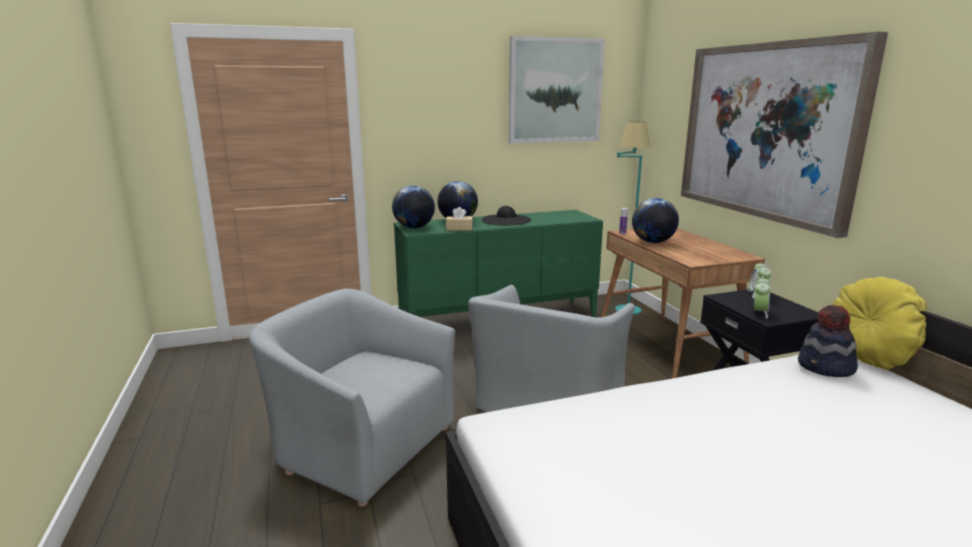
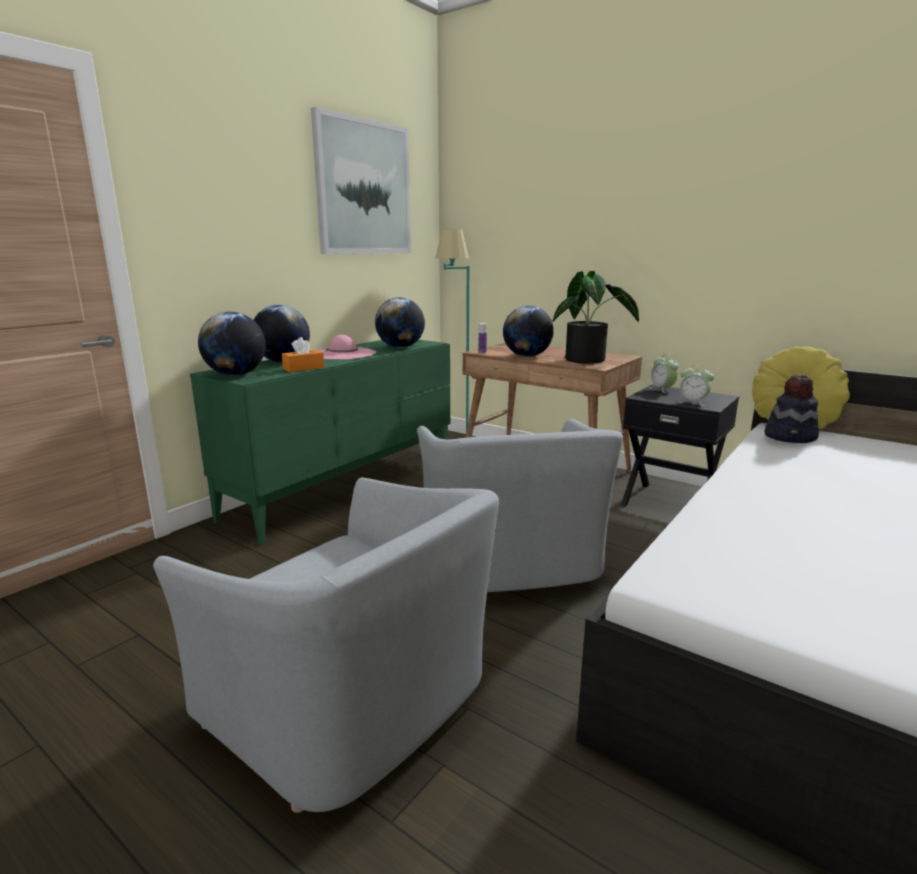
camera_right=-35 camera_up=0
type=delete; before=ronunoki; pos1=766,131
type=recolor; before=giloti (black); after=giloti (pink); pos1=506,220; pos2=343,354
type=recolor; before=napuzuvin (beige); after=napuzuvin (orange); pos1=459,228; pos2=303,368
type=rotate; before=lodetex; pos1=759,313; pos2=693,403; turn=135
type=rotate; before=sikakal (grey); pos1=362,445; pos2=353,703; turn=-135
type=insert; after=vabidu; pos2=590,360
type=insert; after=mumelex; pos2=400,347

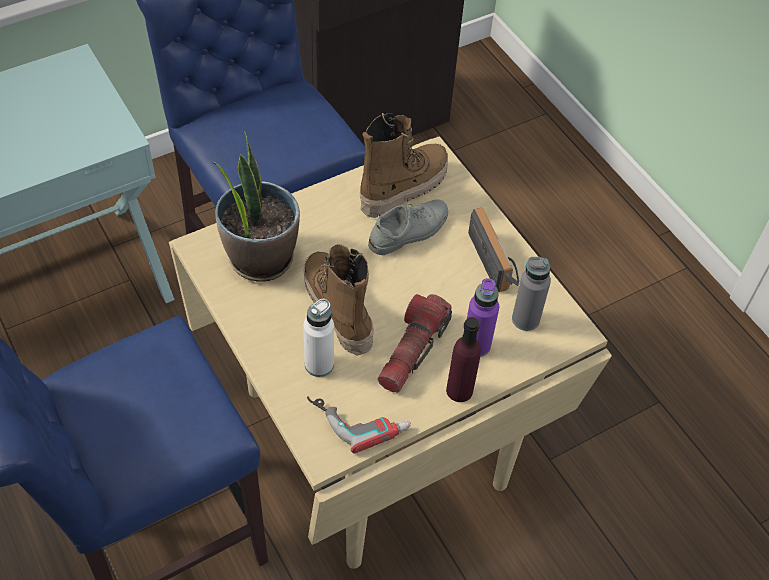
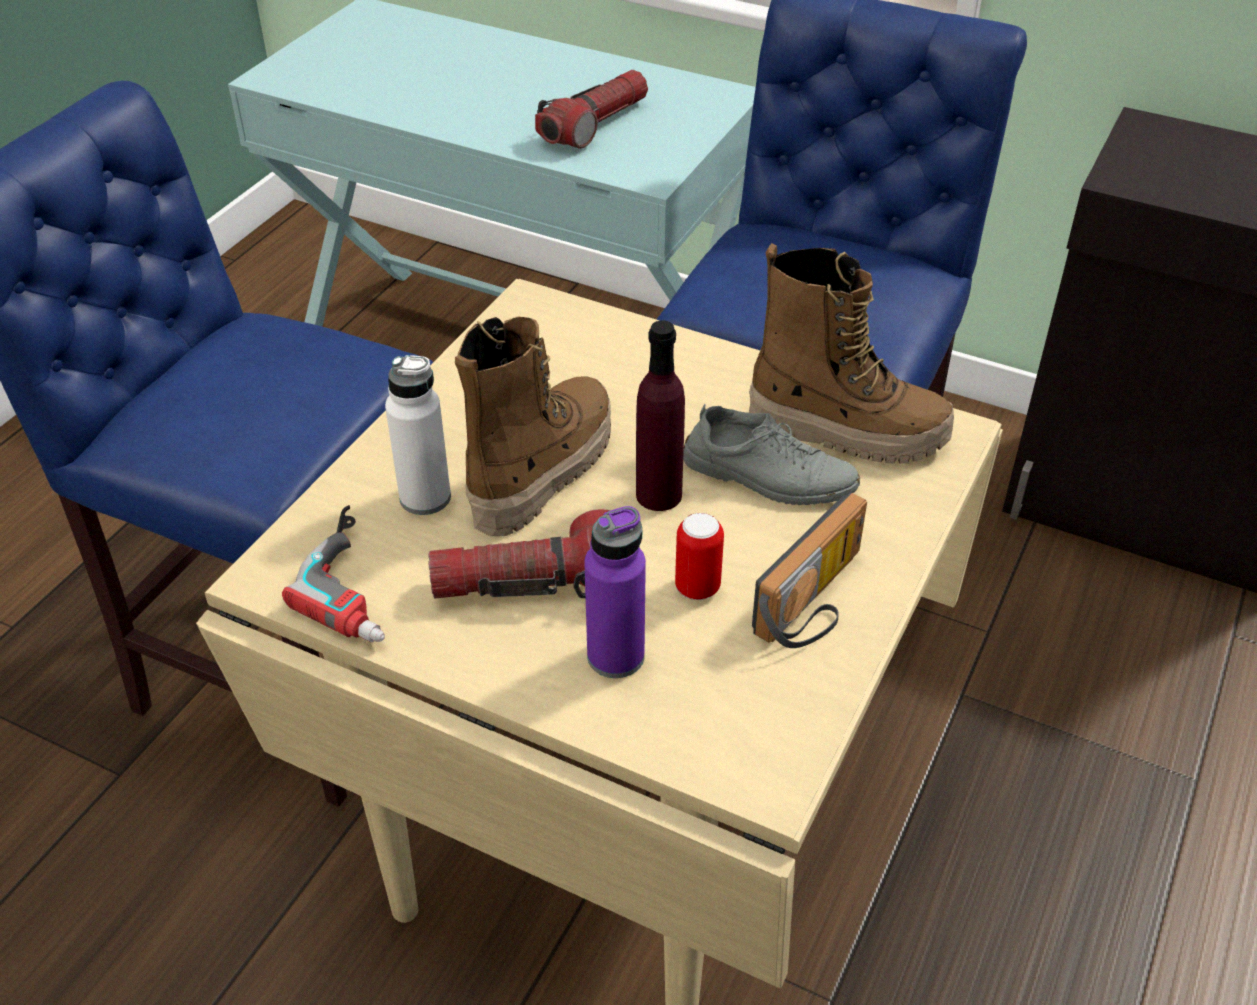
camera_right=60 camera_up=-10
type=delete; before=vabidu; pos1=260,257
type=delete; before=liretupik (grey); pos1=525,319
type=move; before=liretupik (purple); pos1=459,390; pos2=658,495
type=insert; after=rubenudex; pos2=594,125
type=insert; after=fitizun; pos2=697,587

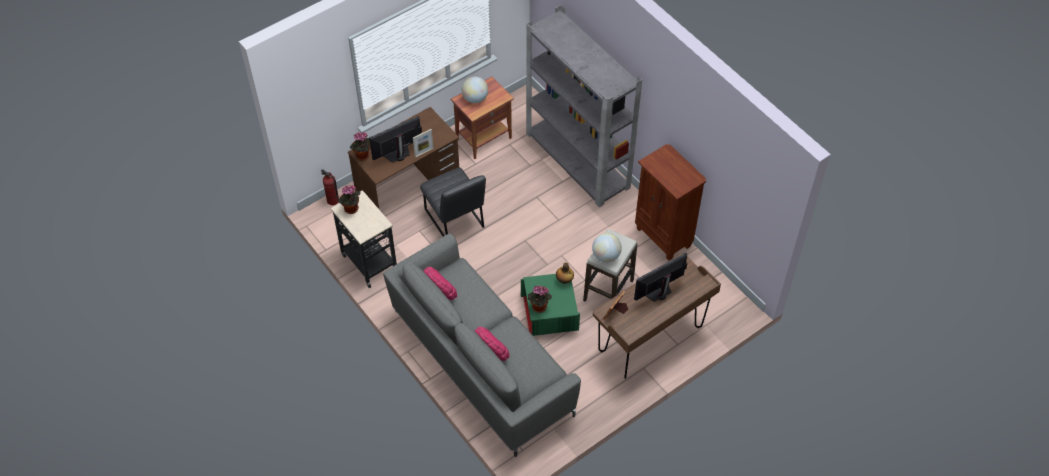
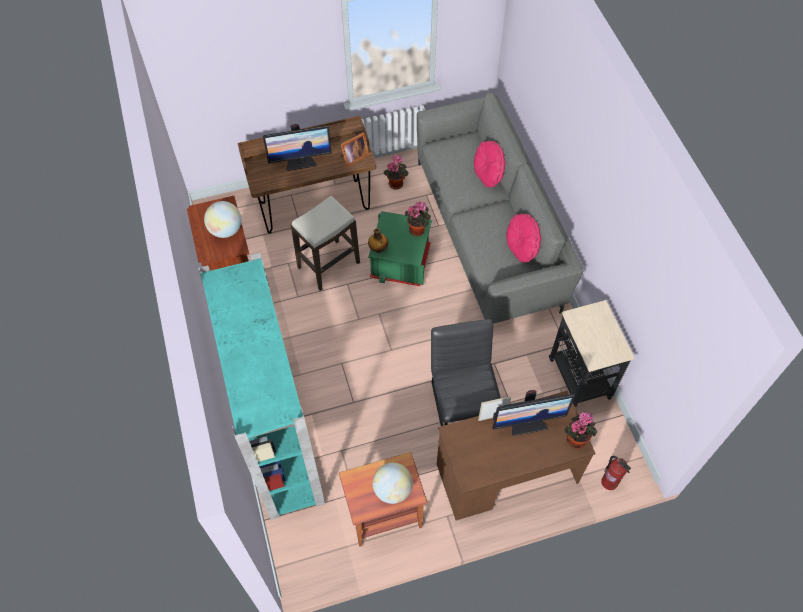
camera_right=-160 camera_up=5
type=recolor; before=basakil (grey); after=basakil (turquoise); pos1=577,160; pos2=279,438
type=move; before=vabidu; pos1=351,210; pos2=396,183
type=move; before=mumelex; pos1=606,256; pos2=226,230

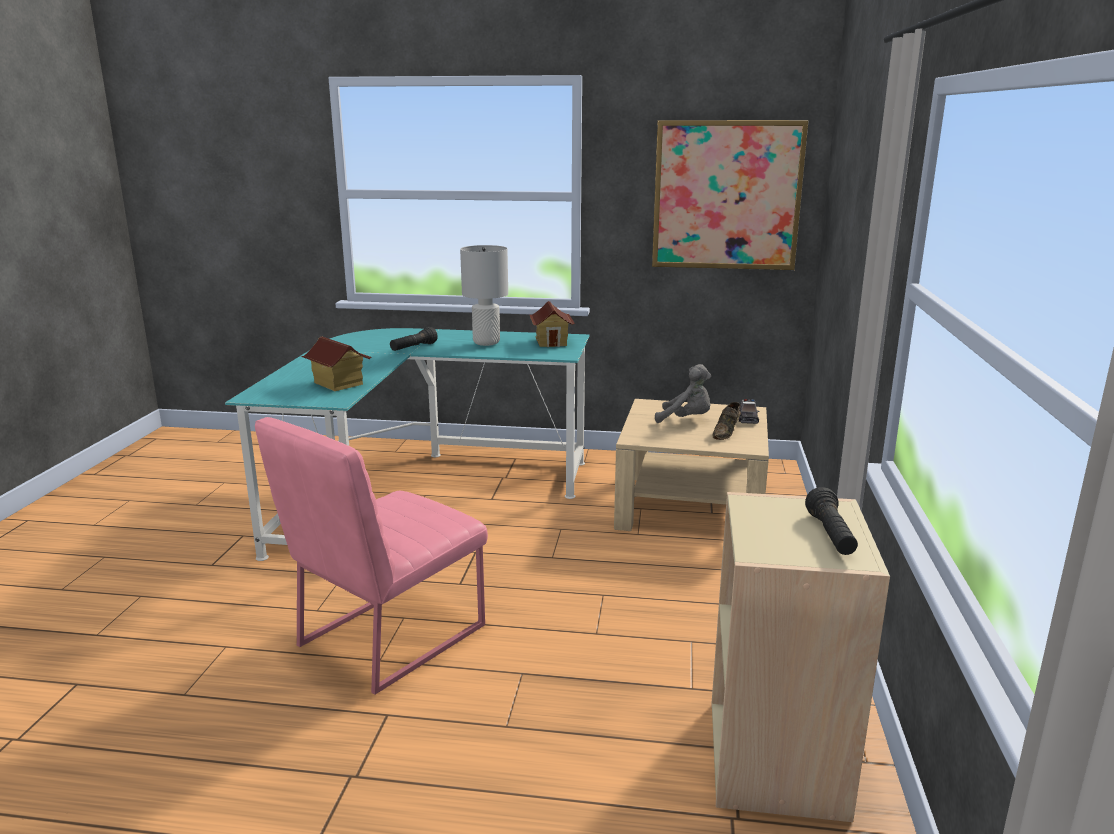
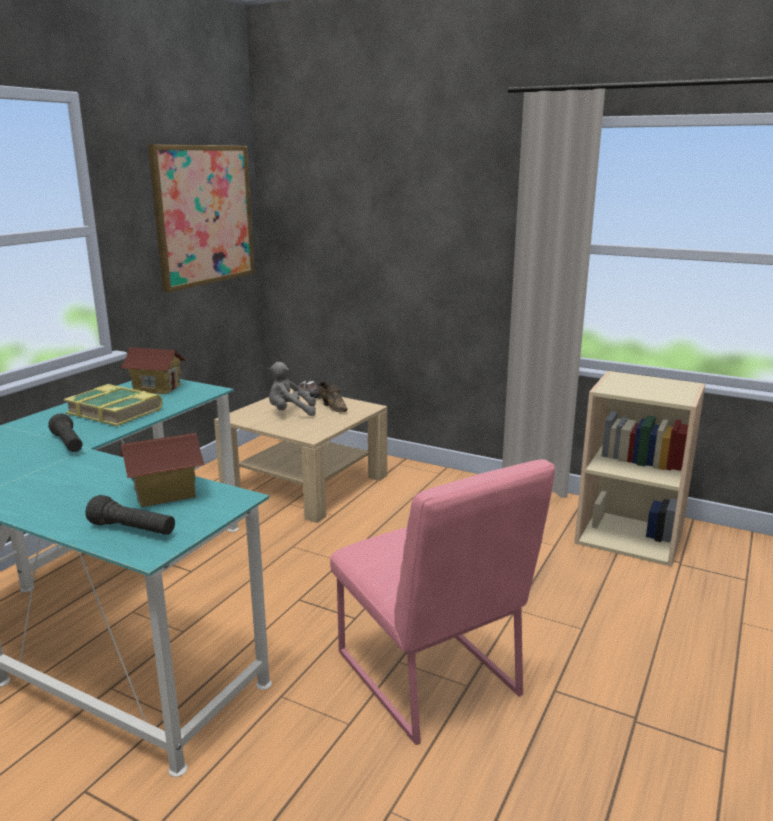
camera_right=-70 camera_up=0
type=replace; before=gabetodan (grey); after=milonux; pos1=486,344; pos2=115,411
type=rotate; before=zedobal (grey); pos1=686,420; pos2=290,412; turn=-135
type=move; before=rubenudex (black); pos1=831,536; pos2=133,530

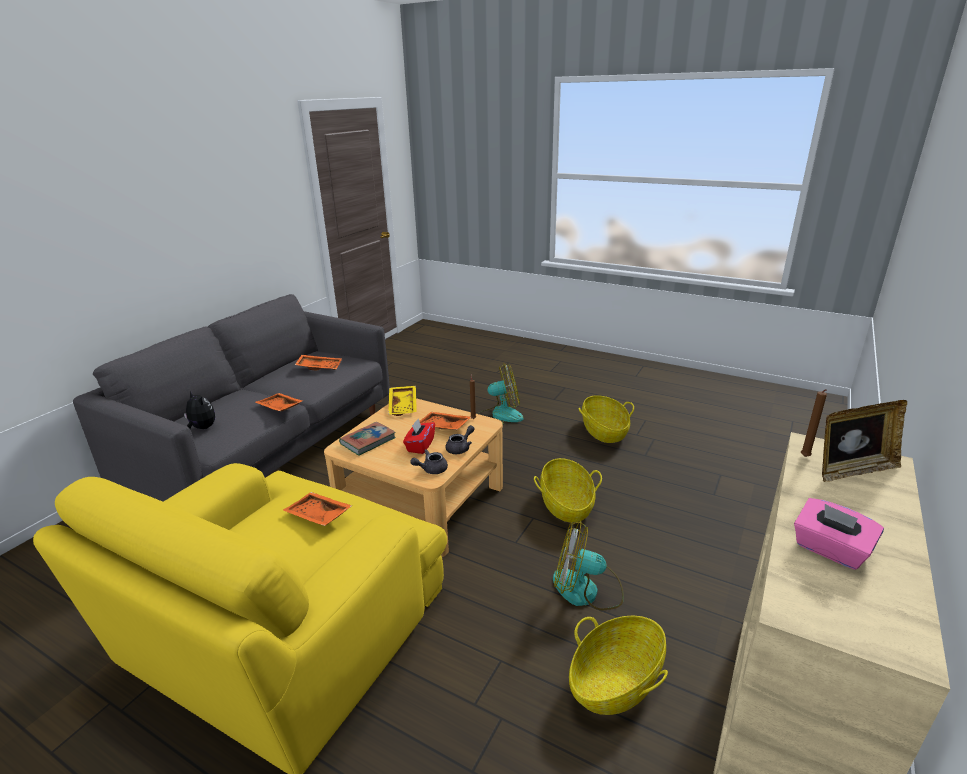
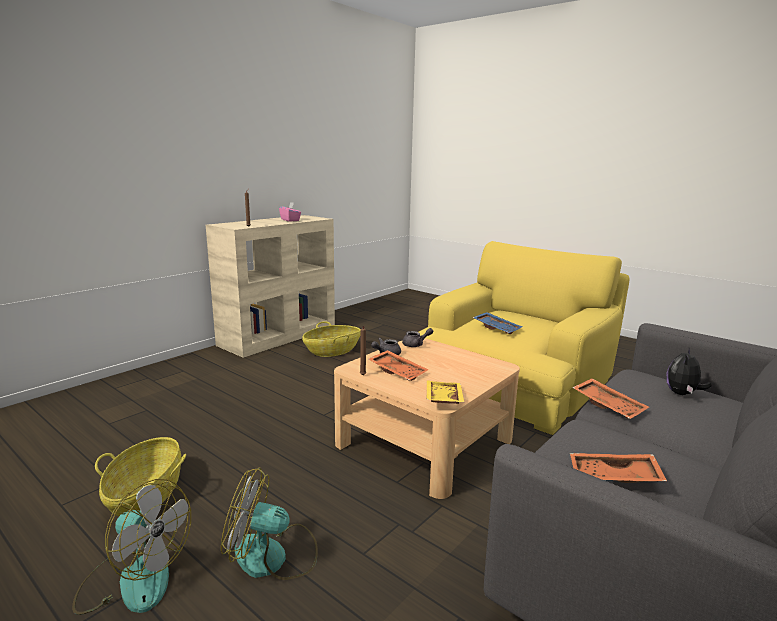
camera_right=-170 camera_up=-10
type=rotate; before=zedobal; pos1=202,428; pos2=682,394; turn=75
type=delete; before=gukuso; pos1=852,470
type=delete; before=napuzuvin (red); pos1=420,446
type=delete; before=milonux; pos1=368,441
type=delete; before=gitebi; pos1=566,504
type=recolor; before=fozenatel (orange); after=fozenatel (blue); pos1=317,516; pos2=497,328
type=move; before=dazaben; pos1=586,590; pos2=134,579

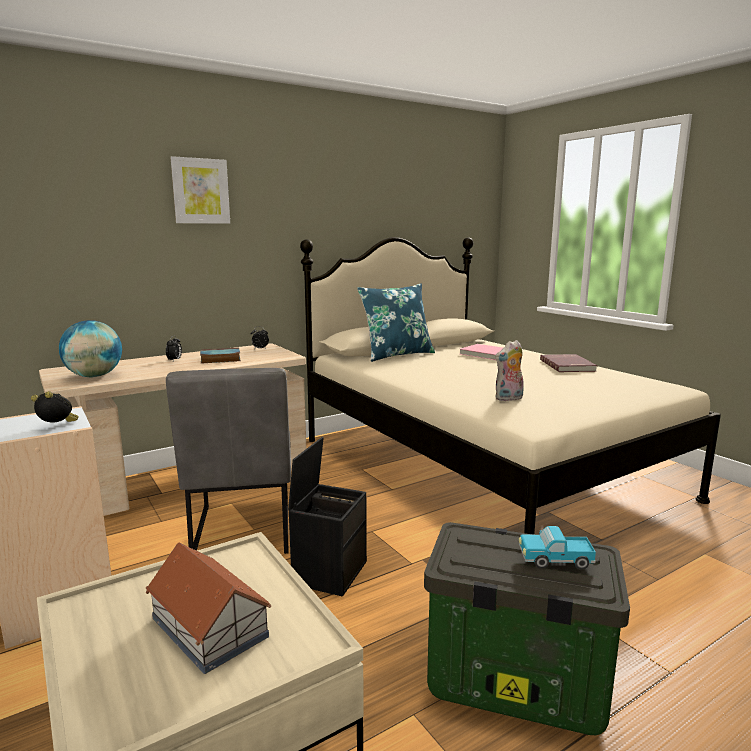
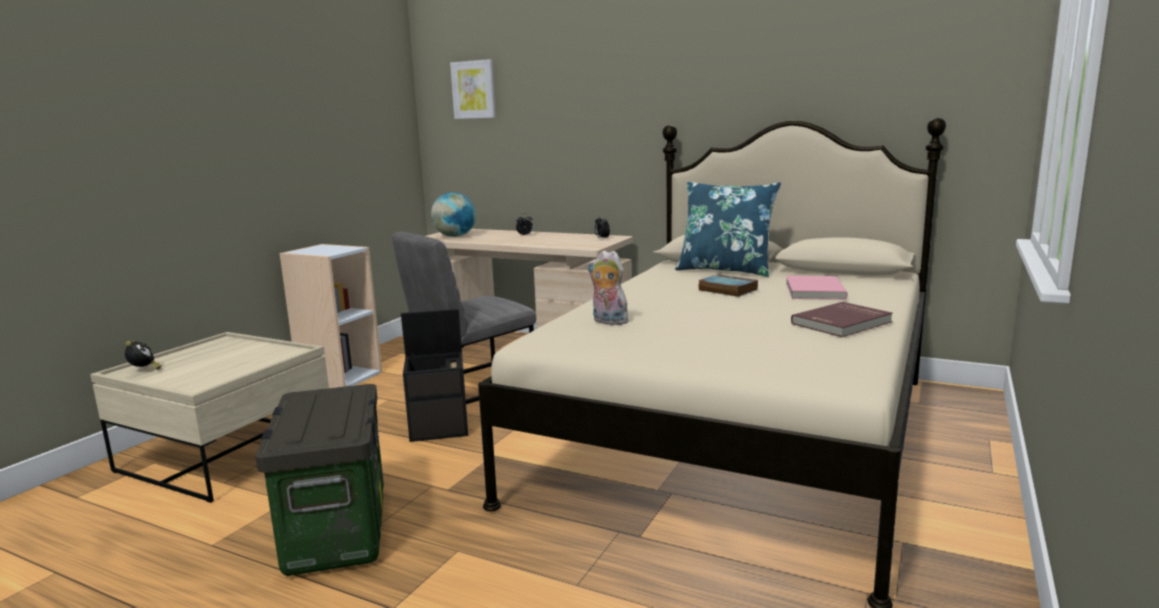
camera_right=60 camera_up=0
type=move; before=ronunoki; pos1=200,191; pos2=474,89
type=move; before=milonux; pos1=219,359; pos2=726,290
type=move; before=lodetex; pos1=58,426; pos2=144,370
type=delete; before=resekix; pos1=554,560
type=delete; before=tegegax; pos1=209,628

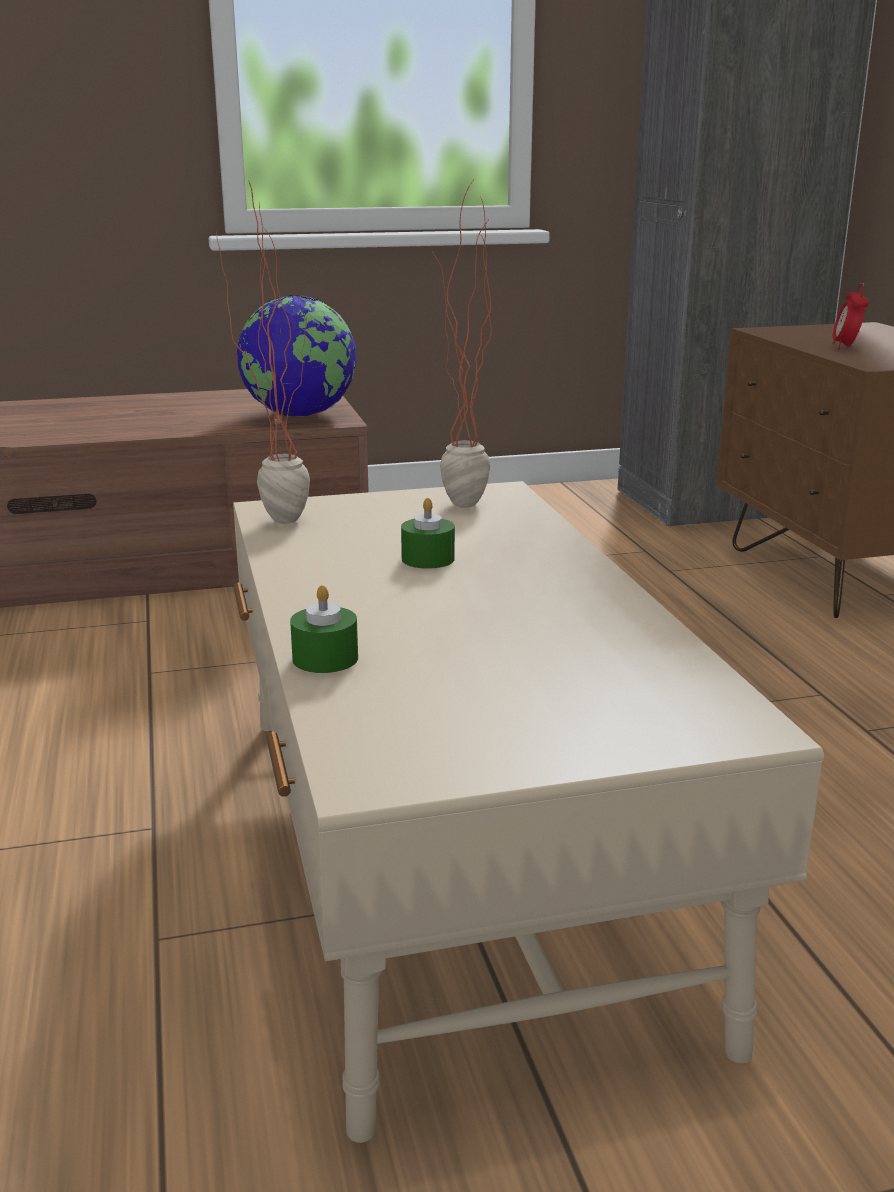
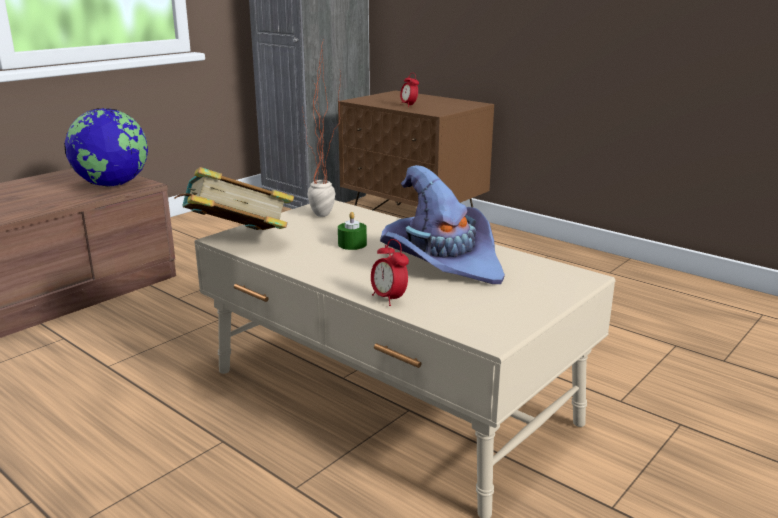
camera_right=-35 camera_up=0
type=replace; before=vabidu; after=milonux; pos1=276,516; pos2=236,241
type=replace; before=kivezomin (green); after=lodetex; pos1=325,658; pos2=389,299
type=insert; after=giloti (purple); pos2=442,261

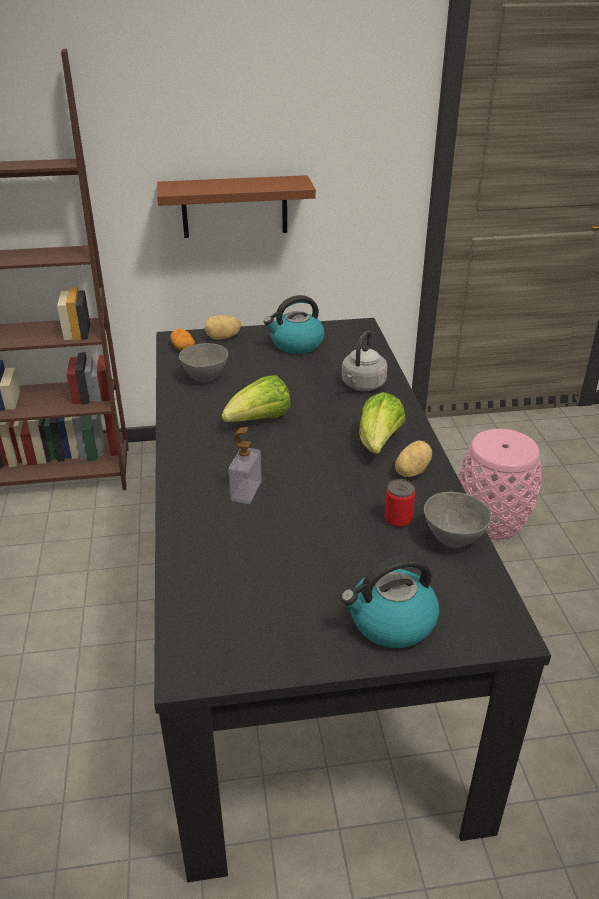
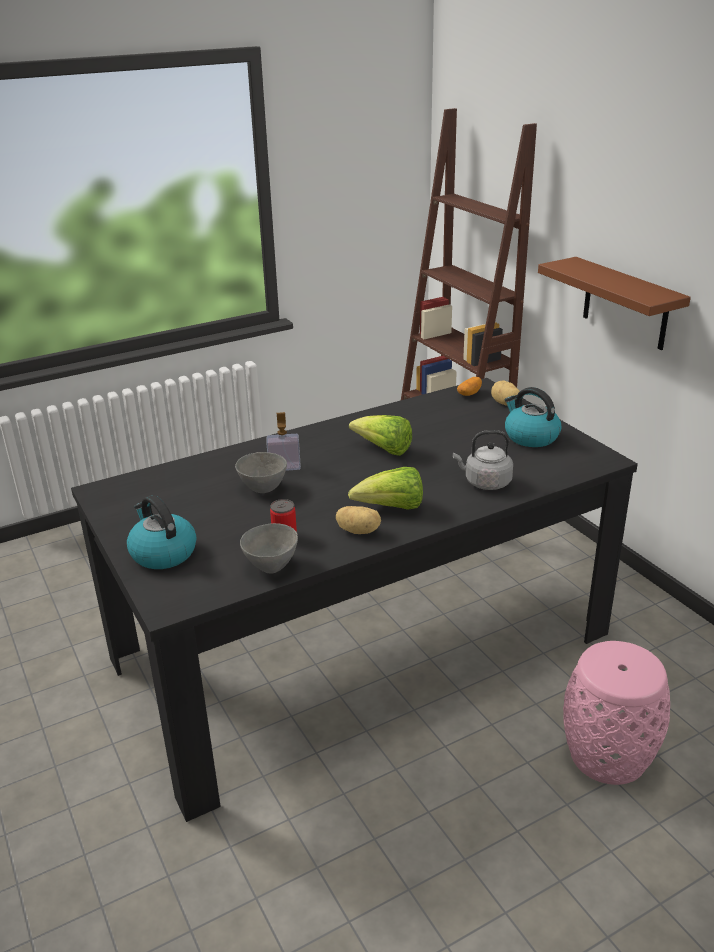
camera_right=70 camera_up=-5
type=move; before=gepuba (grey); pos1=205,378; pos2=262,489

